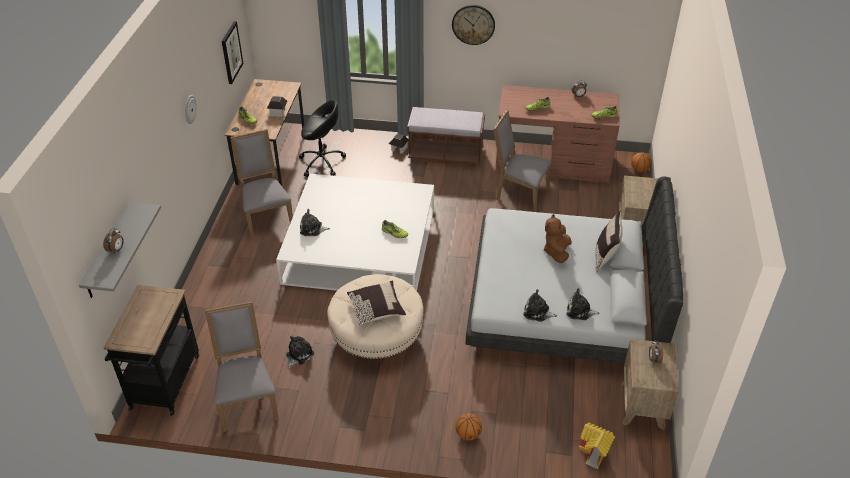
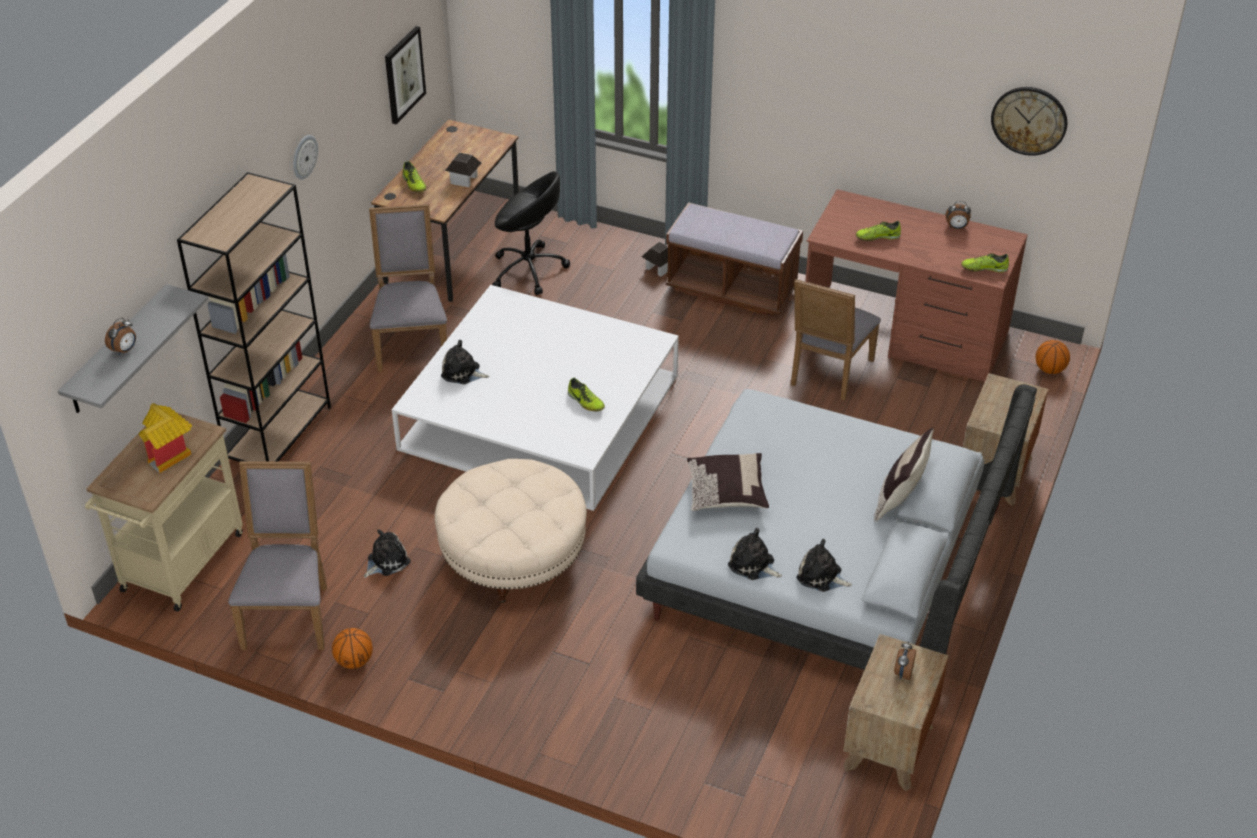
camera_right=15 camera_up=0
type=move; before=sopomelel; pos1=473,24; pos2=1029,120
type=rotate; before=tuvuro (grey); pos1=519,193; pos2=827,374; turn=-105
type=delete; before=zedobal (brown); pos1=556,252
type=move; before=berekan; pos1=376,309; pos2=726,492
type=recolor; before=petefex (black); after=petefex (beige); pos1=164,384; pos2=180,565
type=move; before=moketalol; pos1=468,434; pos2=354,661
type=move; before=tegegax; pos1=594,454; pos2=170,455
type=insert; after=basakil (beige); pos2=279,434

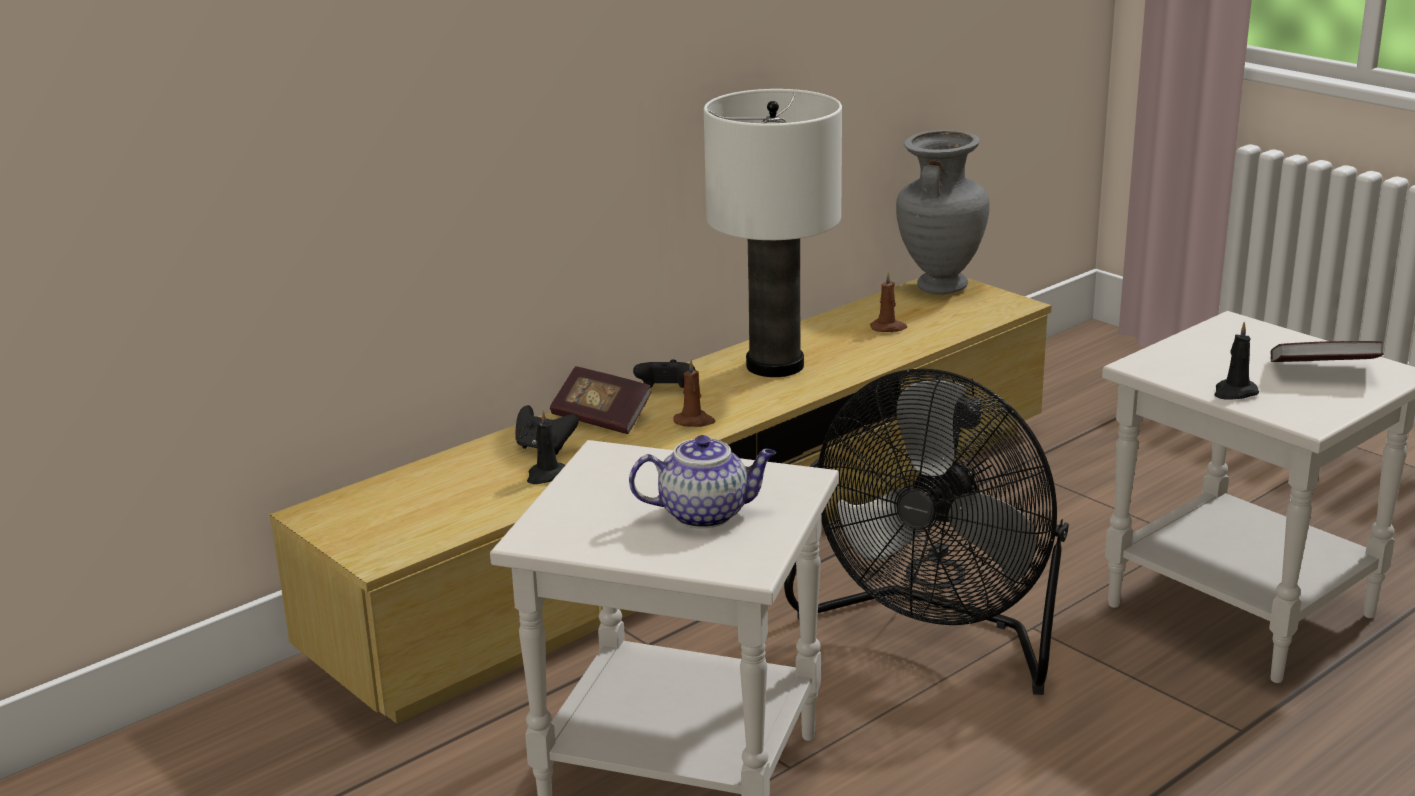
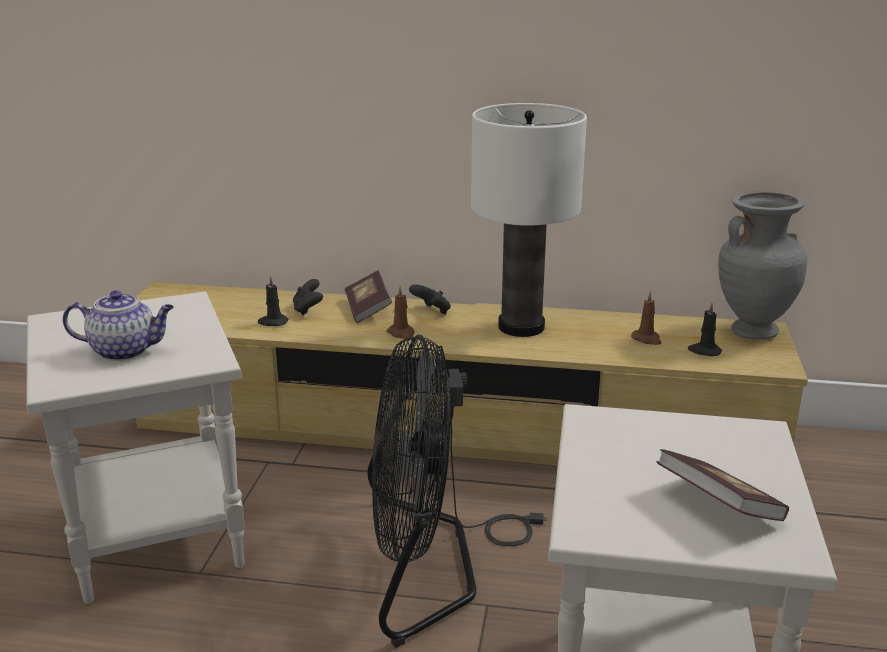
camera_right=50 camera_up=0
type=move; before=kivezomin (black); pos1=1234,393; pos2=704,351
type=rotate; before=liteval; pos1=706,514; pos2=125,351; turn=-45

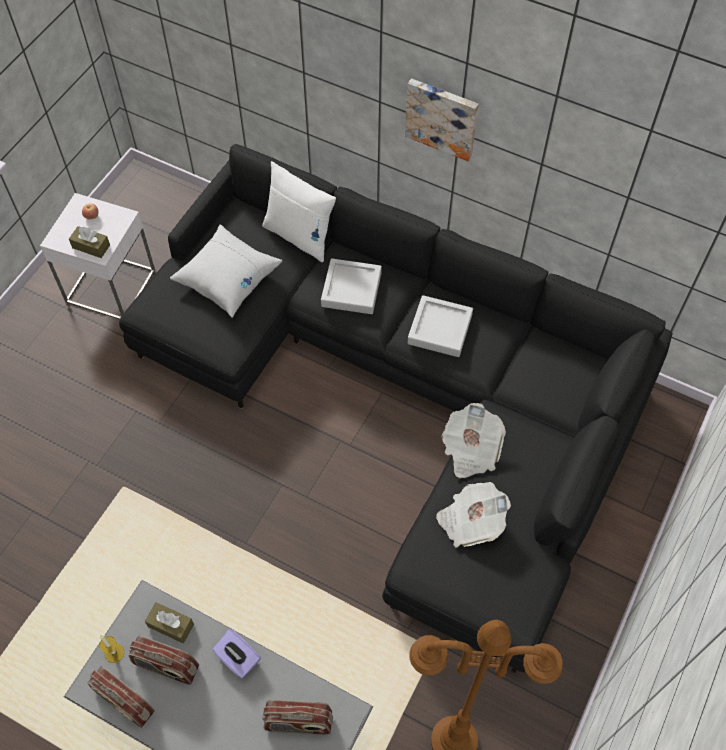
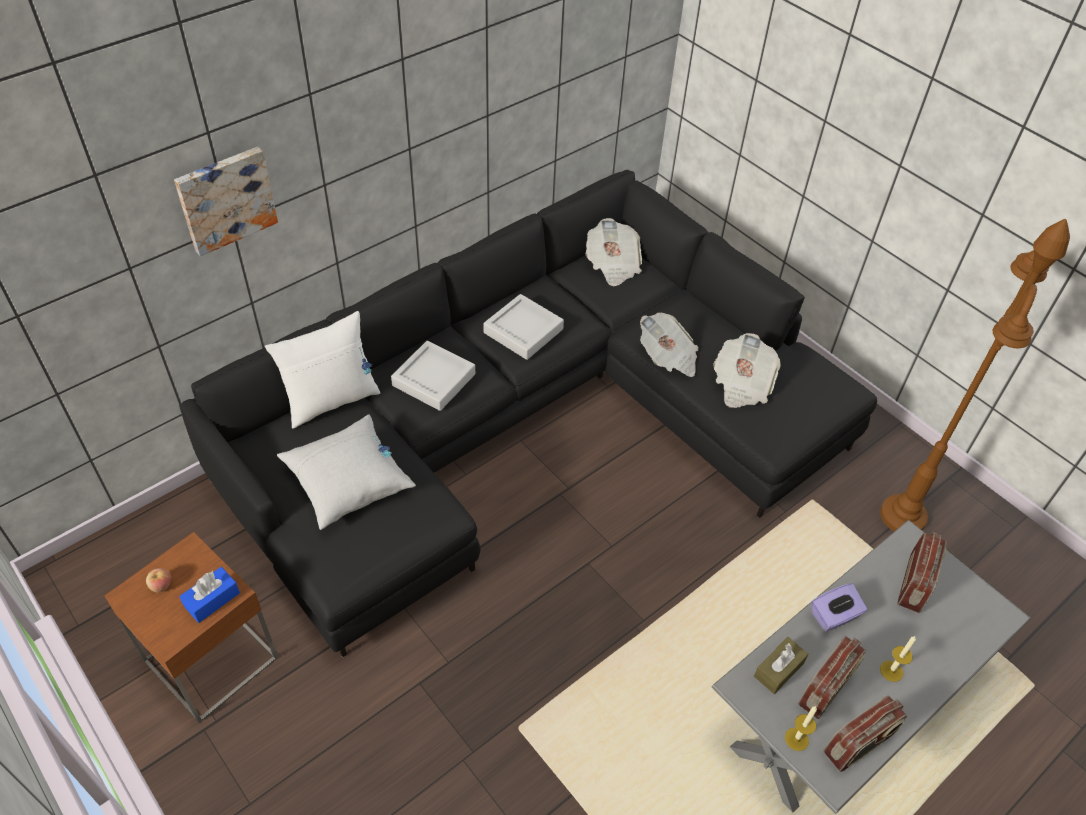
camera_right=-70 camera_up=-10
type=move; before=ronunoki; pos1=442,117; pos2=225,199
type=recolor; before=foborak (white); after=foborak (brown); pos1=110,286; pos2=211,659
type=recolor; before=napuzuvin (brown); after=napuzuvin (blue); pos1=91,246; pos2=212,600
type=insert; after=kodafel; pos2=612,265
type=insert; after=kivezomin; pos2=891,671

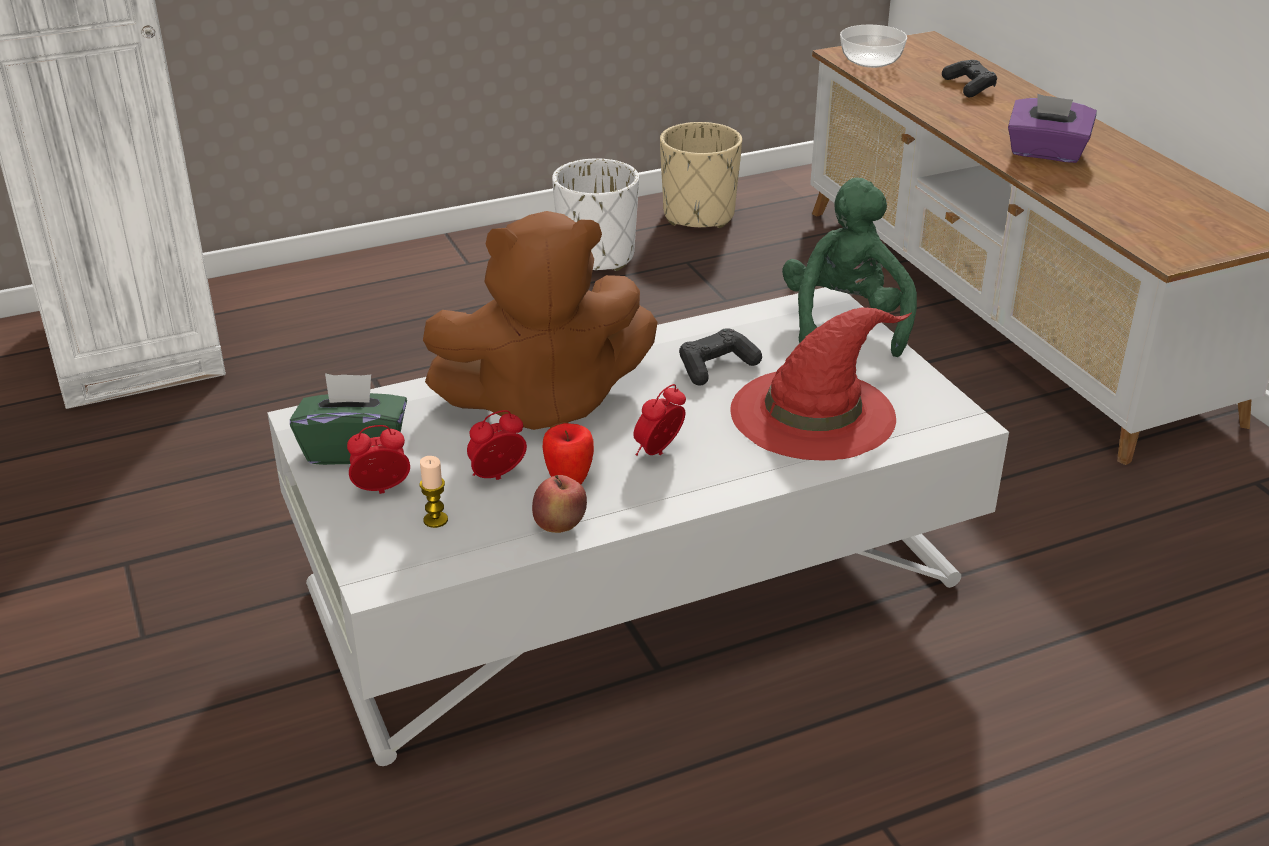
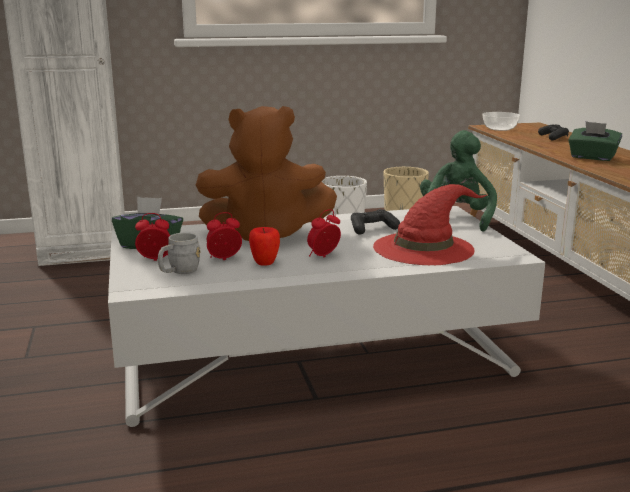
camera_right=10 camera_up=-15
type=recolor; before=napuzuvin (purple); after=napuzuvin (green); pos1=1046,153; pos2=592,157
type=replace; before=kivezomin; after=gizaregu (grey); pos1=435,520; pos2=179,272
type=delete; before=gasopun; pos1=560,527

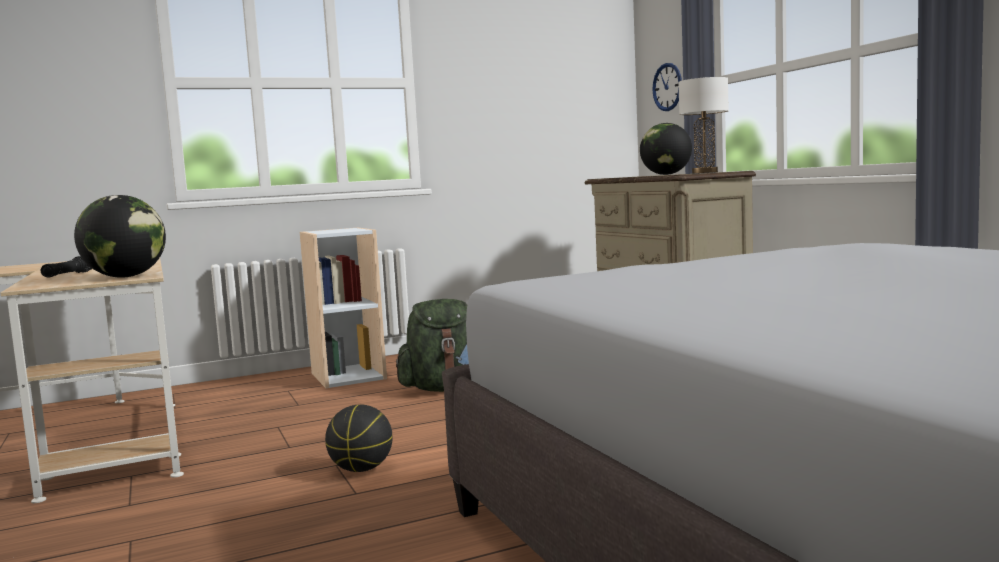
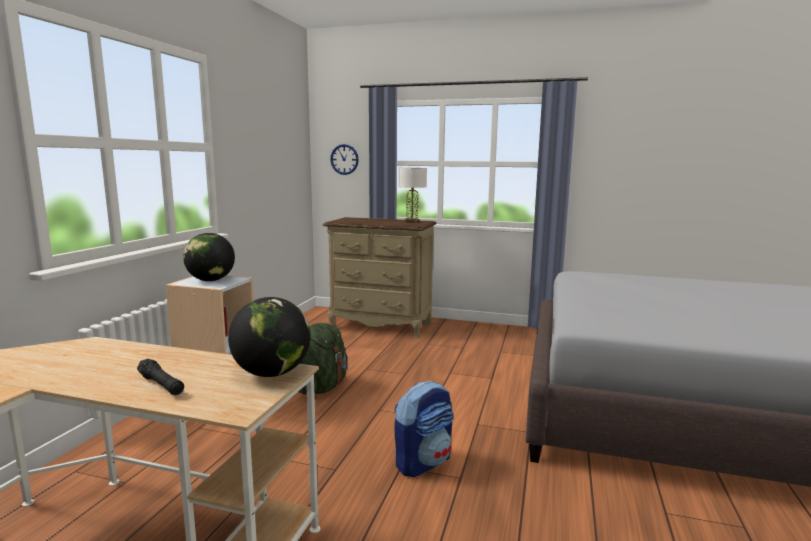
camera_right=-50 camera_up=5
type=move; before=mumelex; pos1=666,174; pos2=211,280
type=replace; before=moketalol; after=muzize; pos1=362,469; pos2=423,462

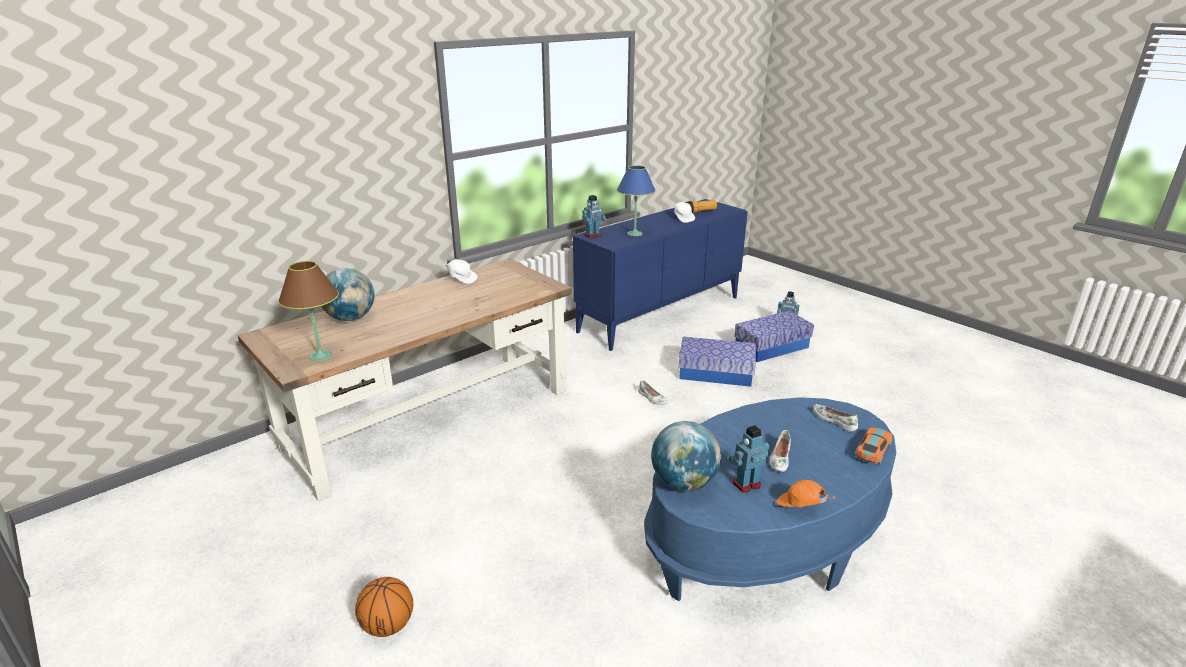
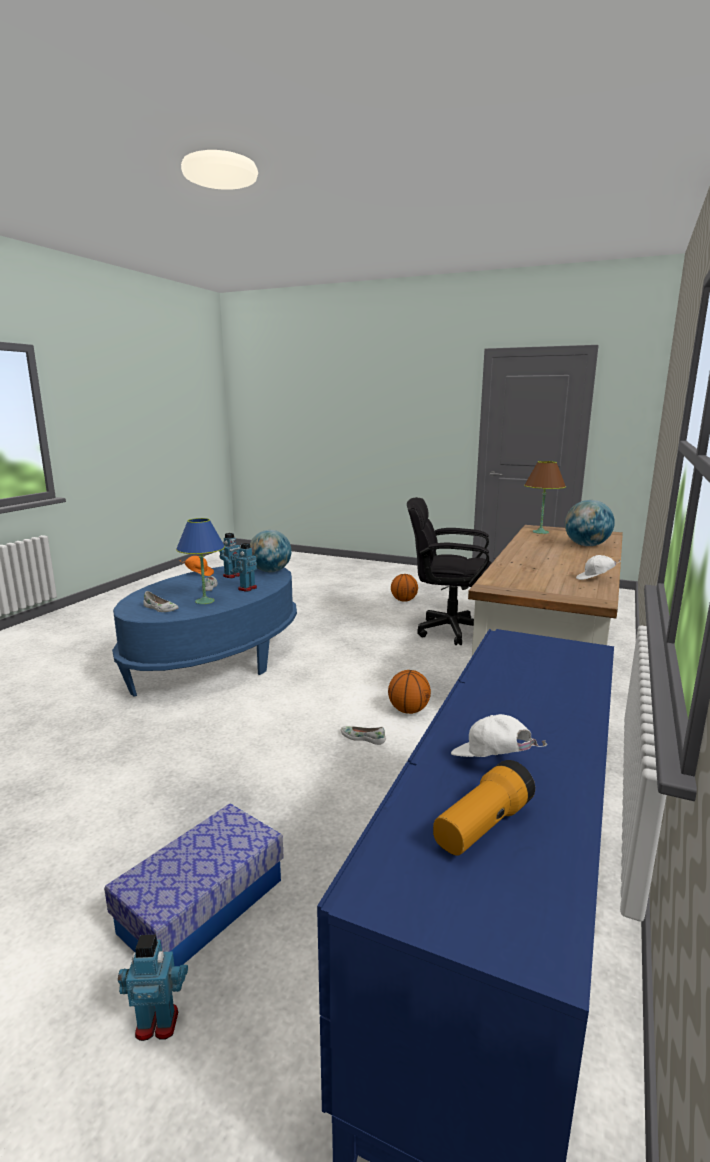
camera_right=155 camera_up=-10
type=move; before=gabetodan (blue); pos1=634,234; pos2=204,601
type=move; before=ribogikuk; pos1=593,235; pos2=247,588
type=delete; before=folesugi; pos1=716,373
type=delete; before=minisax; pos1=872,450
type=insert; after=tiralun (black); pos2=447,632
type=insert; after=moketalol; pos2=408,710

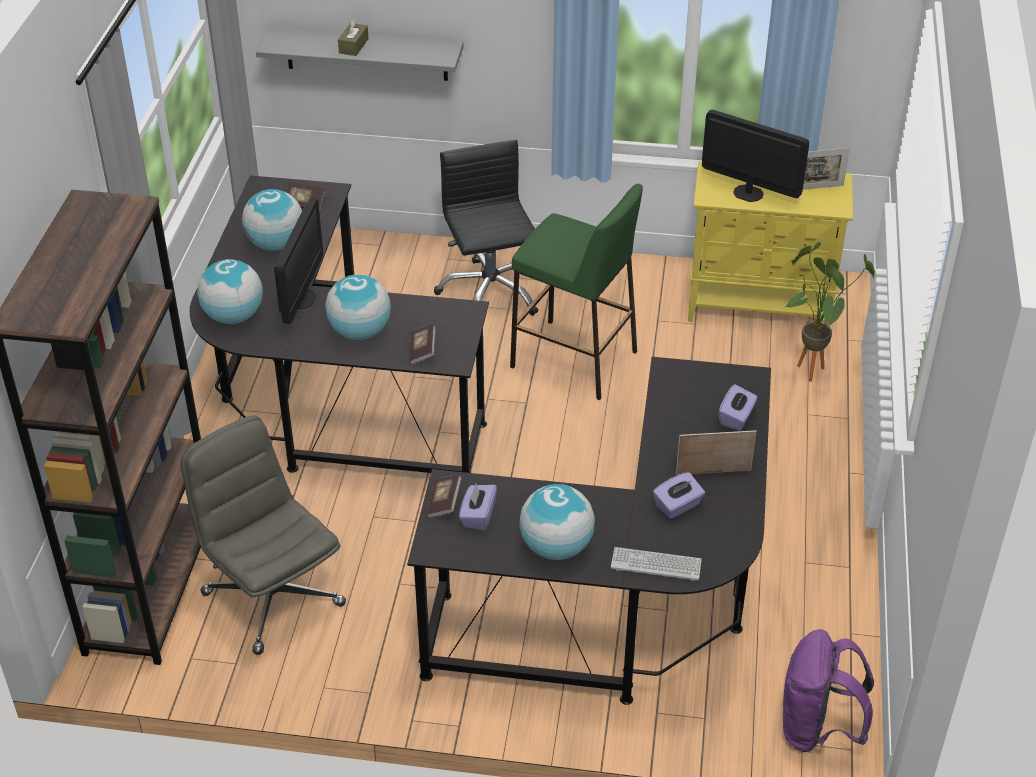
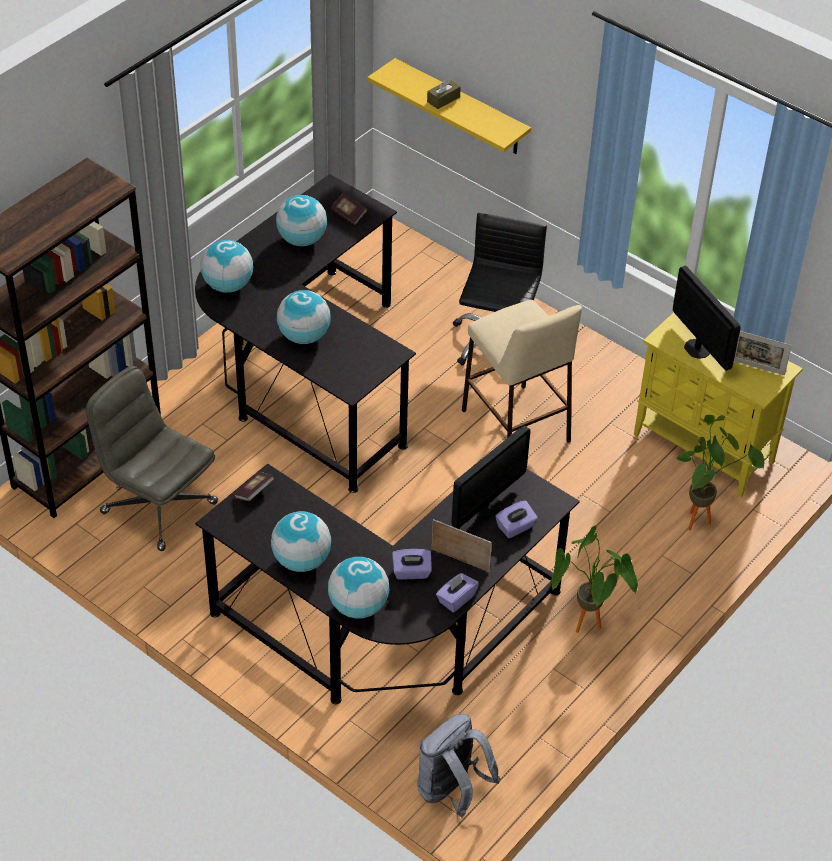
camera_right=30 camera_up=5
type=recolor; before=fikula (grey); after=fikula (yellow); pos1=366,54; pos2=461,108
type=recolor; before=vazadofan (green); after=vazadofan (beige); pos1=574,359; pos2=516,426
type=move; before=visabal; pos1=301,298; pos2=486,505
type=delete; before=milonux; pos1=422,351
type=rotate; before=tiralun (grey); pos1=272,598; pos2=158,507; turn=-45
type=move; before=napuzuvin (purple); pos1=478,516; pos2=456,599
type=replace; before=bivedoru; after=mumelex; pos1=656,564; pos2=358,606
type=recolor; before=muzize (purple); after=muzize (grey); pos1=817,729; pos2=451,791
type=insert; after=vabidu; pos2=586,630

